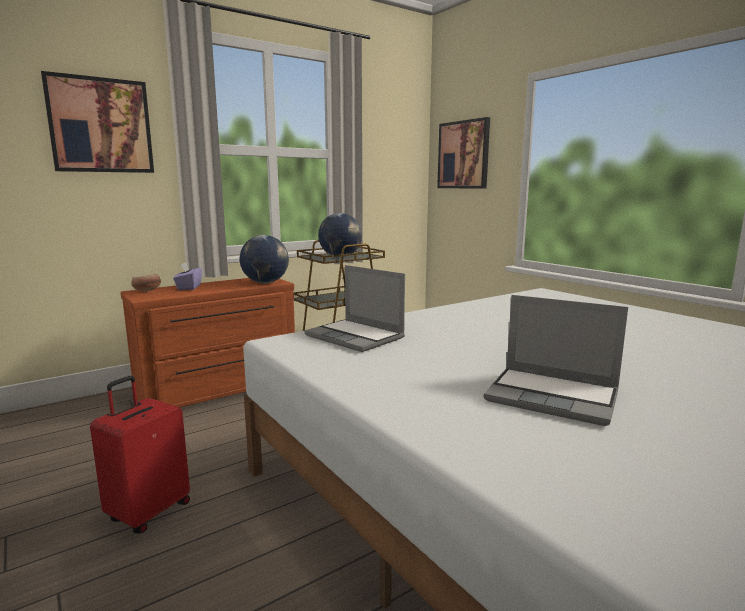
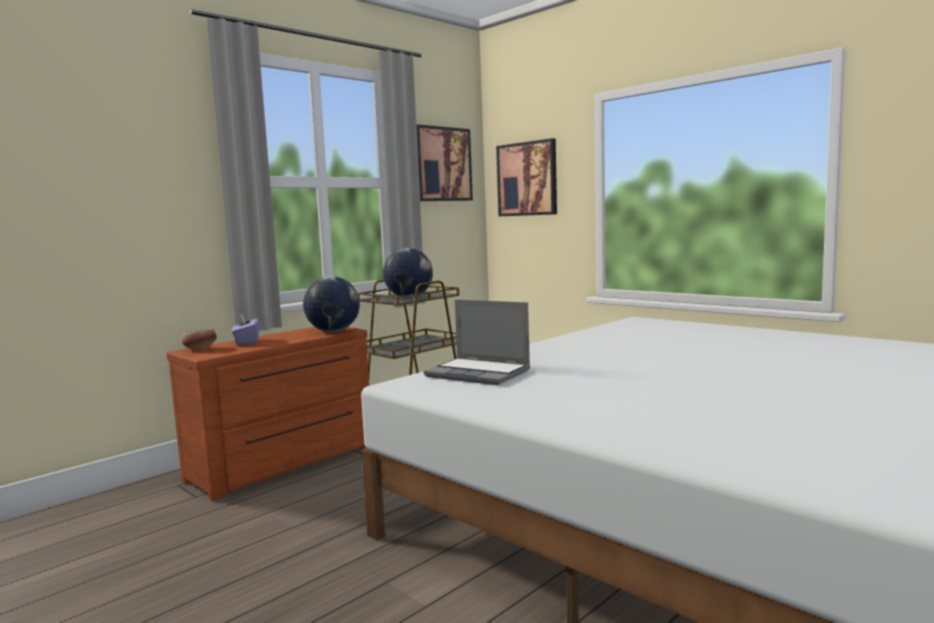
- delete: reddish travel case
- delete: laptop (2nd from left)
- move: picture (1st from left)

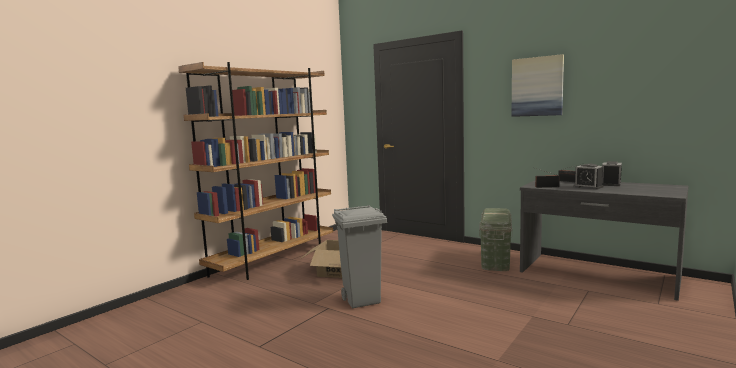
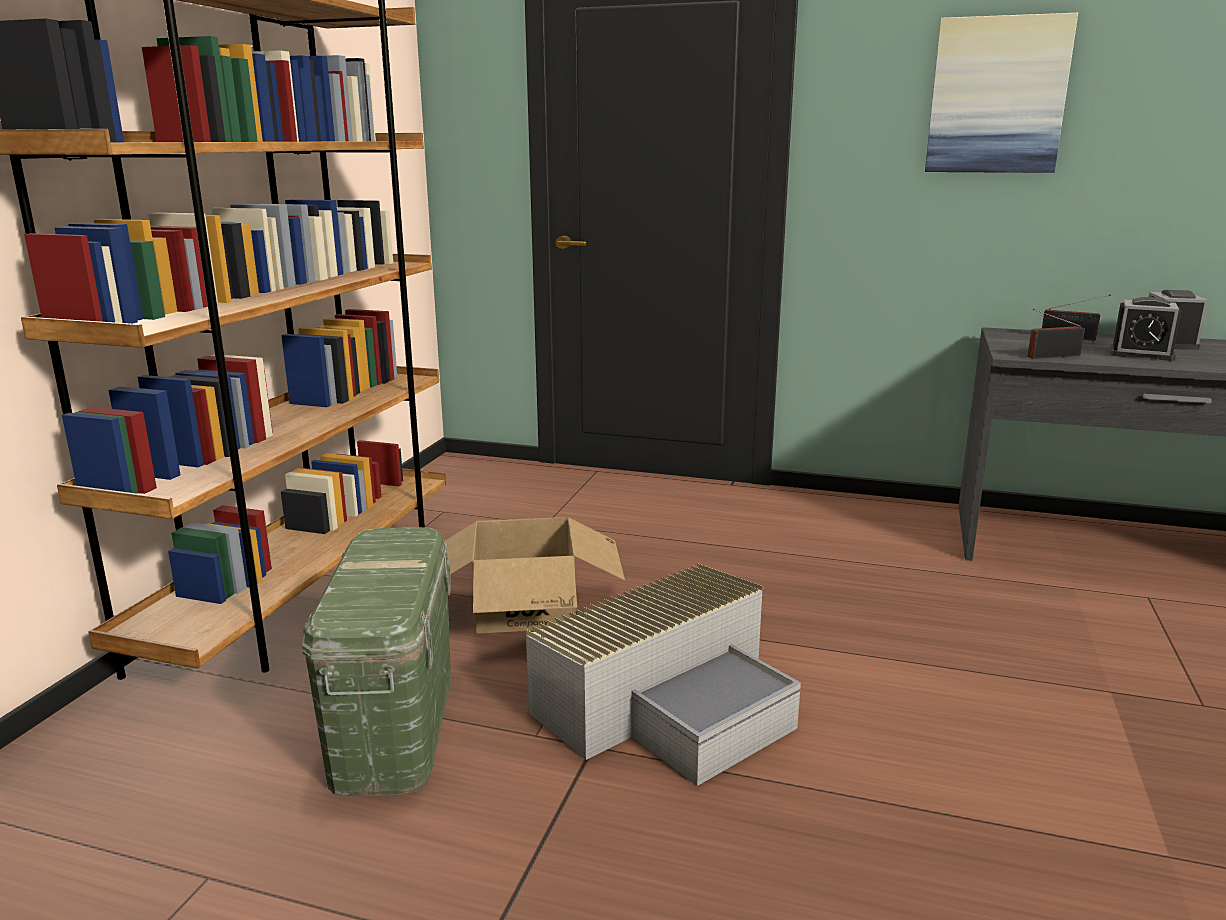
- move: greenish storage bin
- replace: greyish rubbish bin to greyish storage bin

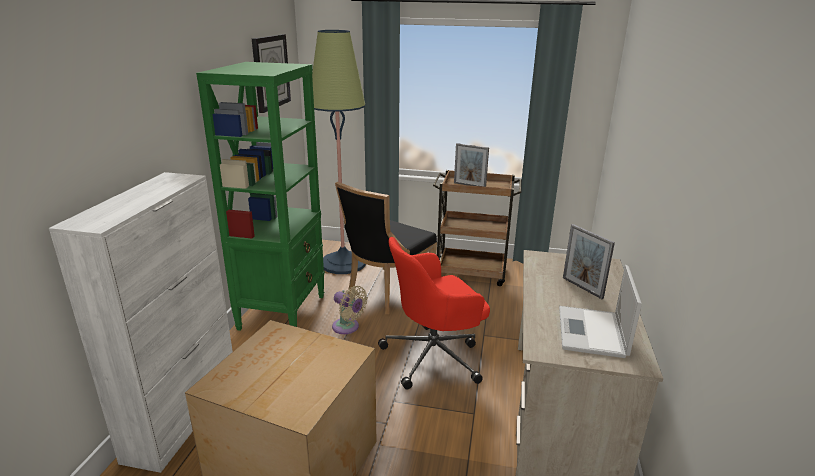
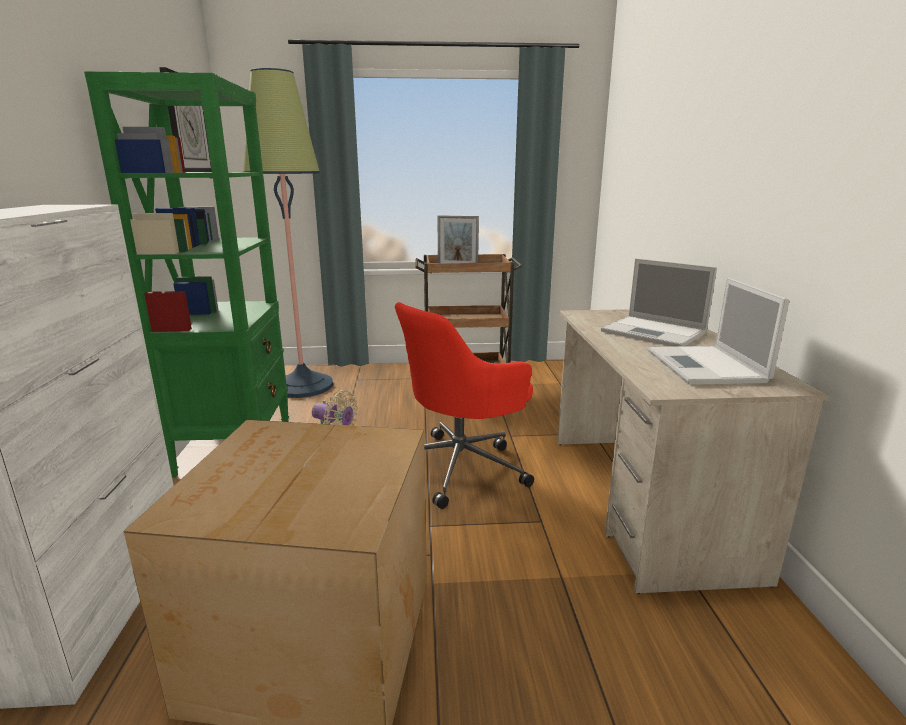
- delete: black-coloured upright chair
- replace: photo frame (2nd from left) to laptop (1st from left)

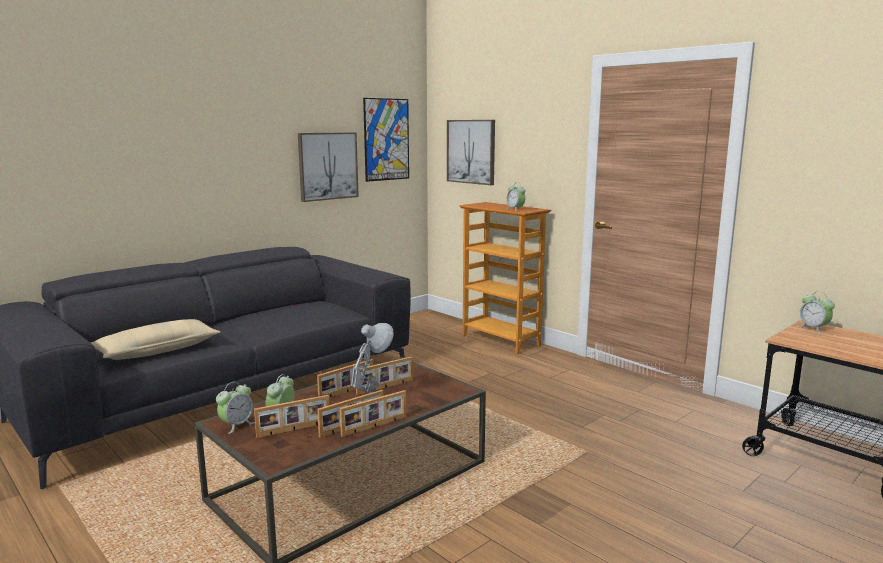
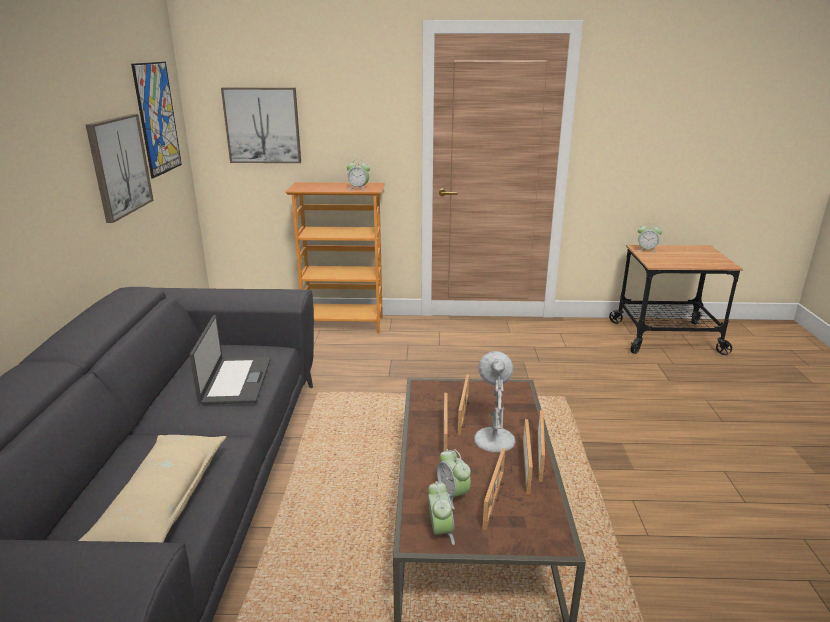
- insert: laptop

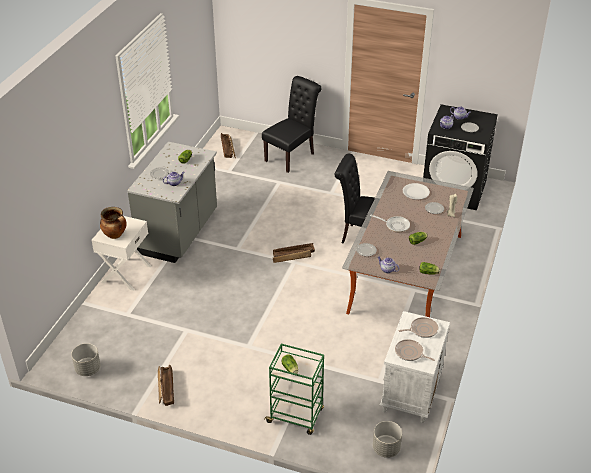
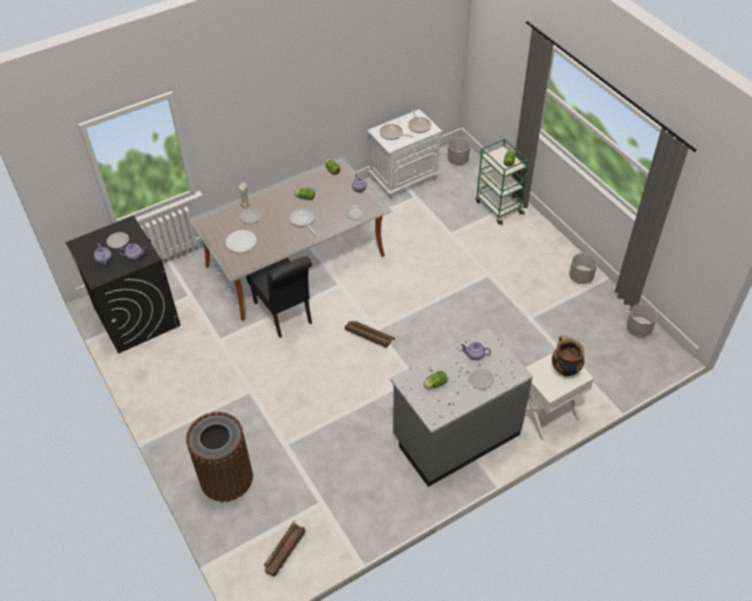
- replace: crate (1st from left) to greyish flower pot (2nd from left)
- replace: black-coloured upright chair (1st from left) to brown rubbish bin

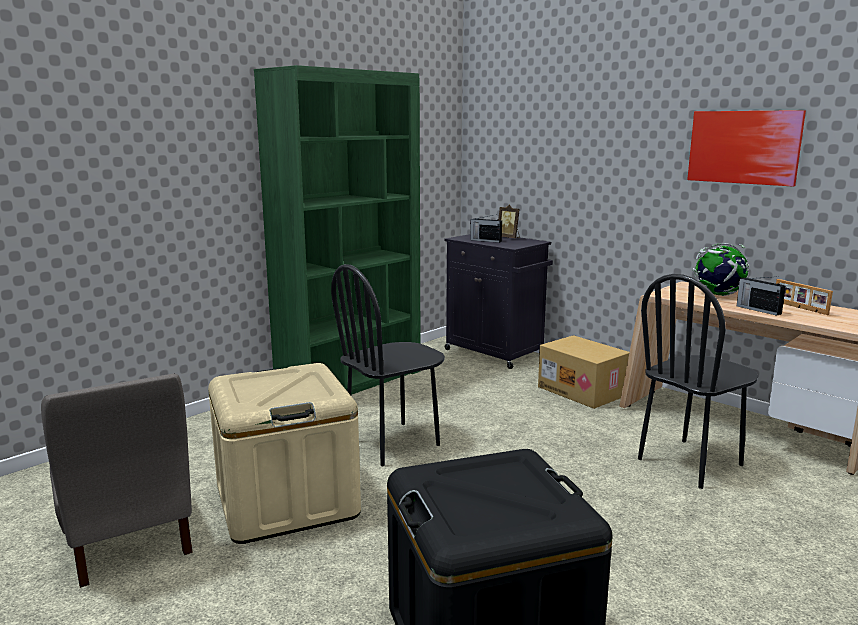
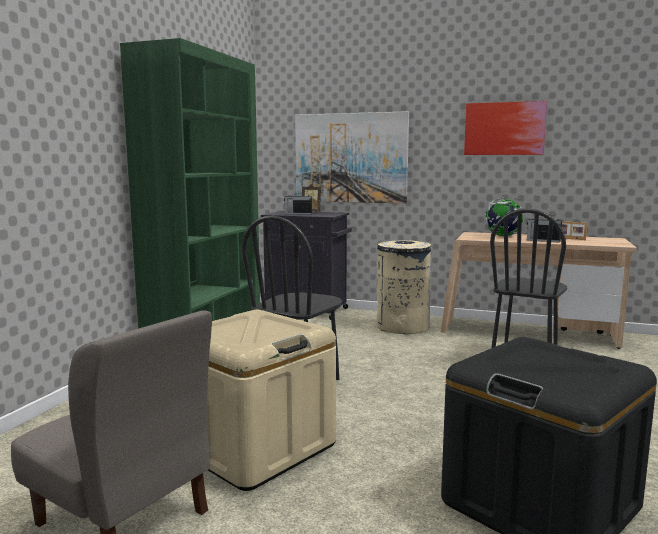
- insert: picture (1st from left)
- replace: cardboard box to beige rubbish bin

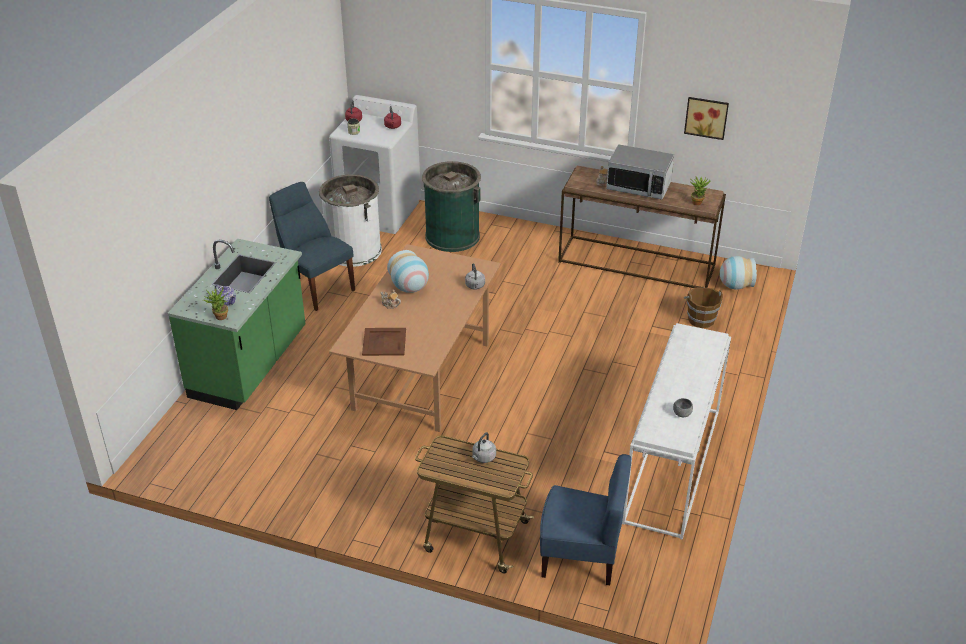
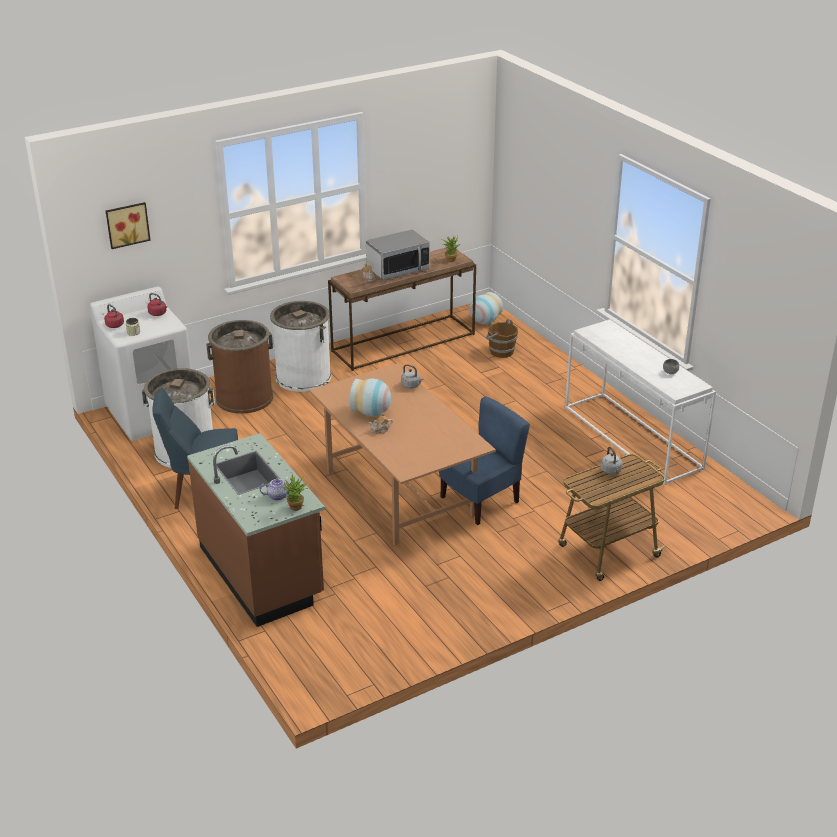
- delete: brown serving tray
- insert: white-coloured rubbish bin (2nd from left)
- move: bluish upright chair (2nd from left)
- move: picture
- recolor: greenish kitchen base unit to brown kitchen base unit
- recolor: greenish rubbish bin to brown rubbish bin

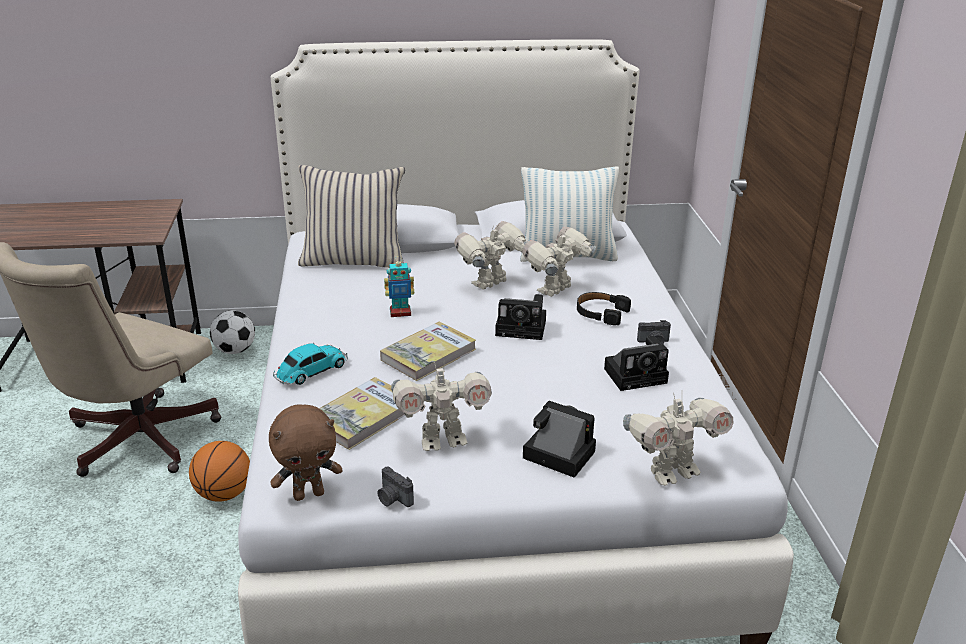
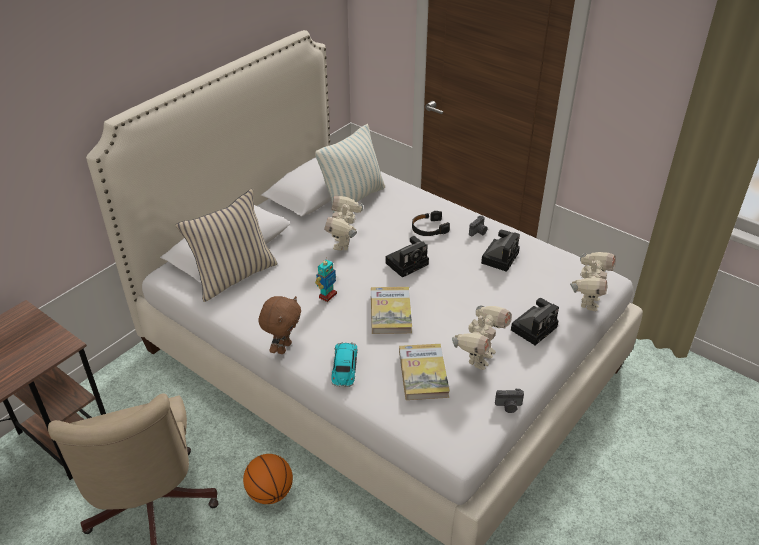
- delete: football
- delete: model robot (4th from left)
- move: brown plush toy
- rotate: photo camera (3rd from left in the first image) 150 degrees clockwise

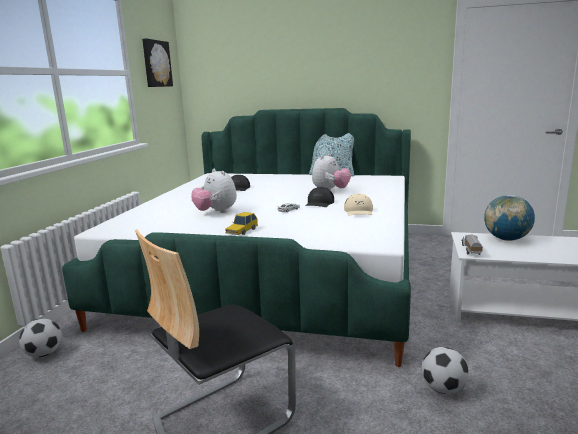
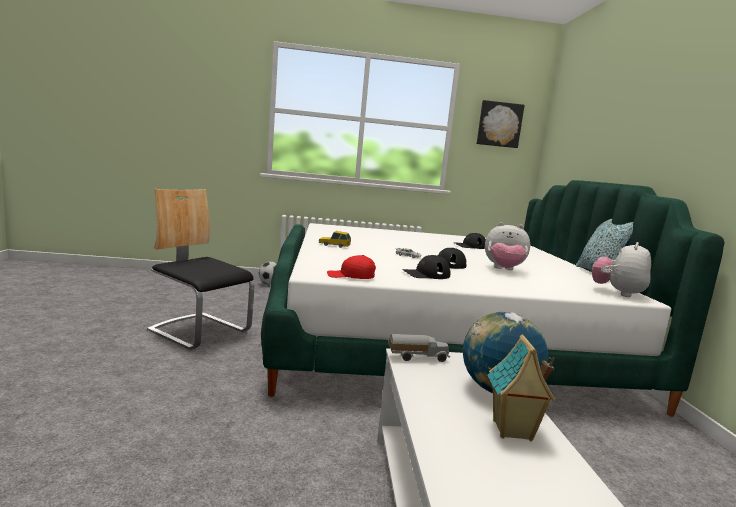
- delete: football (2nd from left)
- insert: reddish cap
- insert: model house
- move: plush toy (1st from left in the first image) to plush toy (2nd from left)
- recolor: beige cap to black-coloured cap (1st from left)

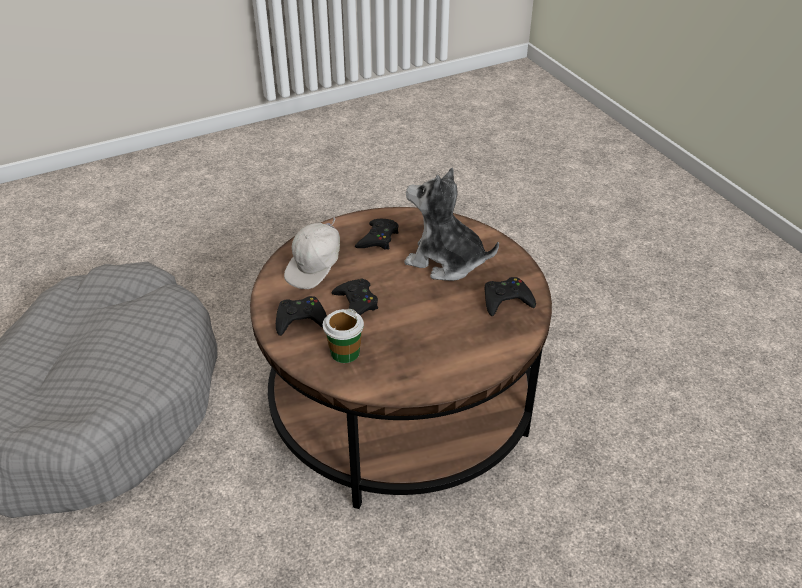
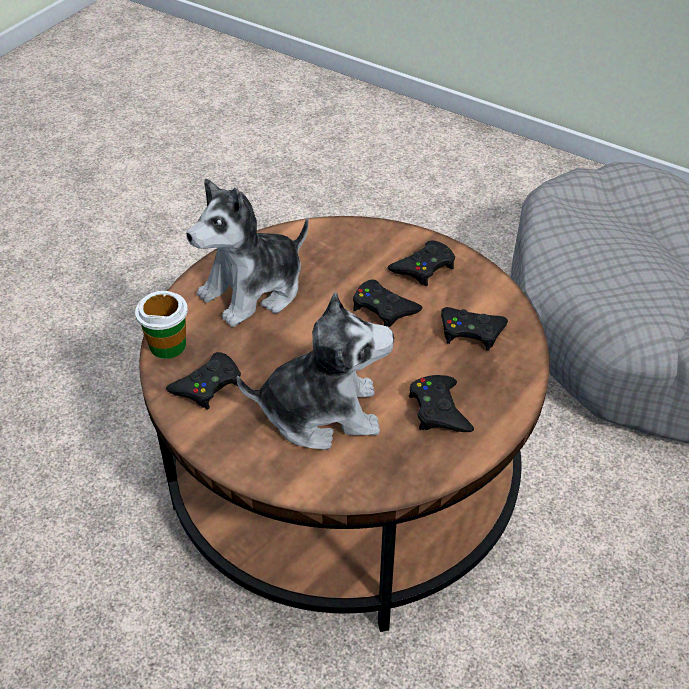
- insert: plush toy (1st from left)
- move: small cup
- replace: white-coloured cap to black-coloured game controller (5th from left)

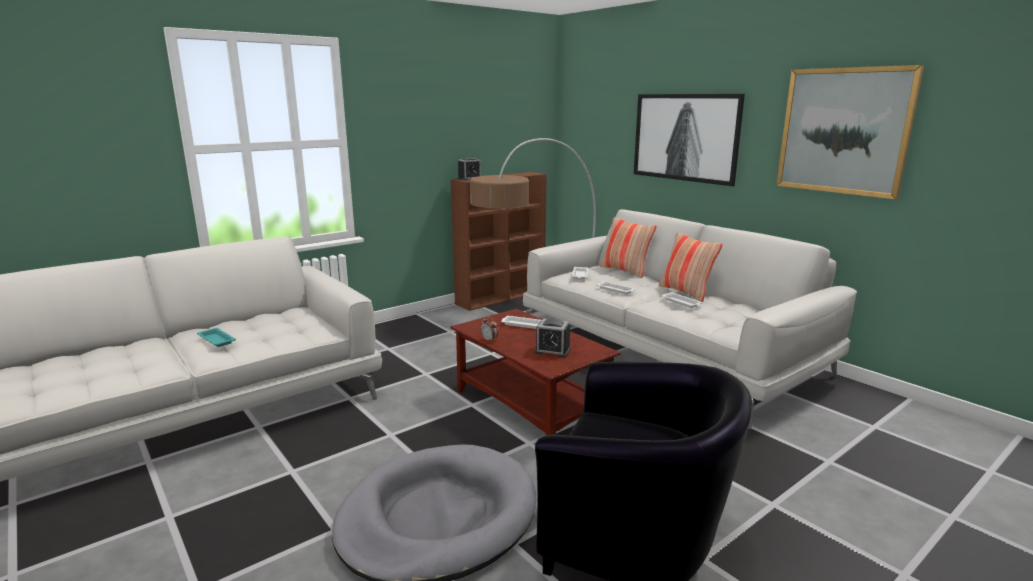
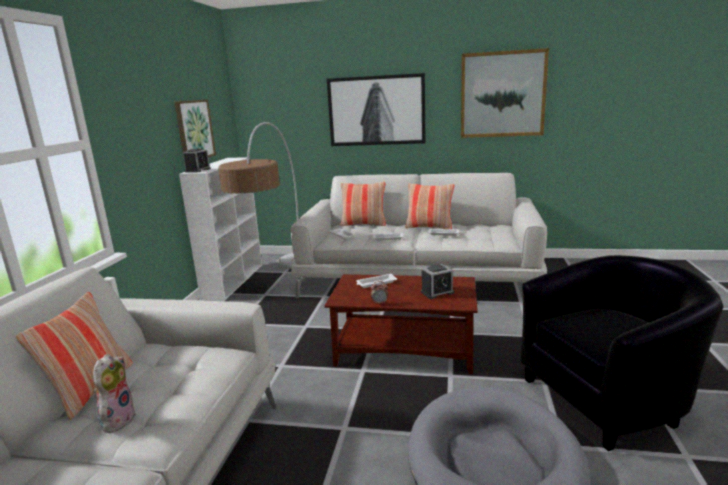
- insert: throw pillow (1st from left)
- insert: picture (1st from left)
- replace: turquoise-coloured serving tray to plush toy
- recolor: brown shelving unit to white-coloured shelving unit

